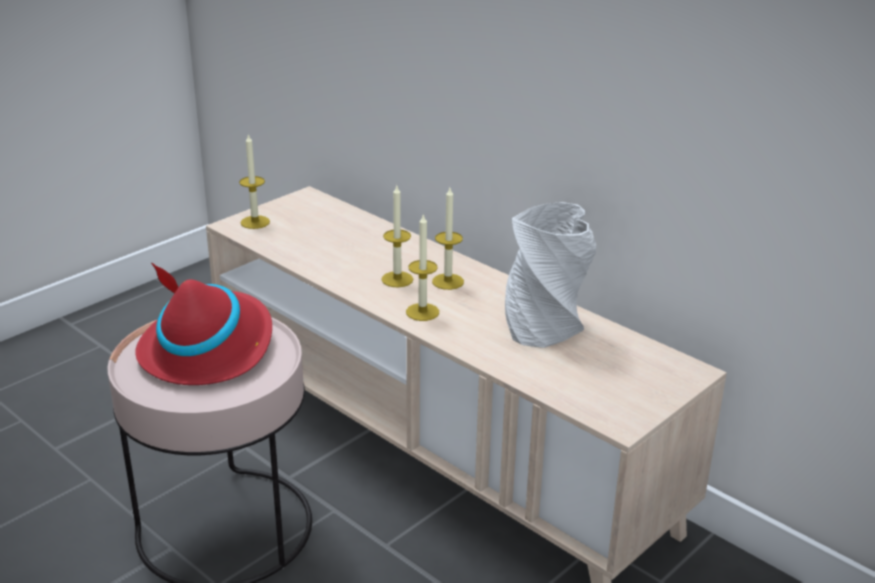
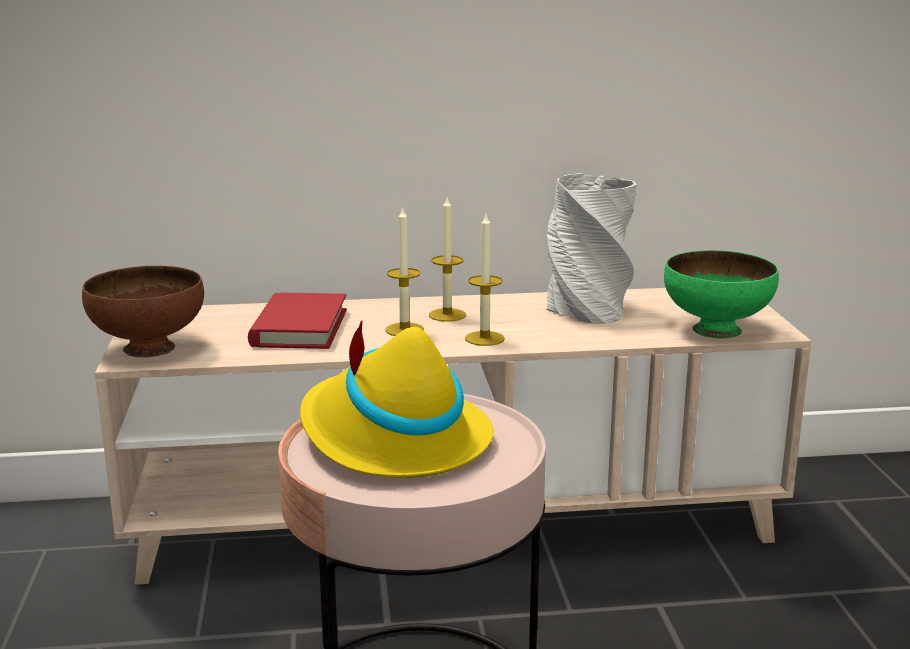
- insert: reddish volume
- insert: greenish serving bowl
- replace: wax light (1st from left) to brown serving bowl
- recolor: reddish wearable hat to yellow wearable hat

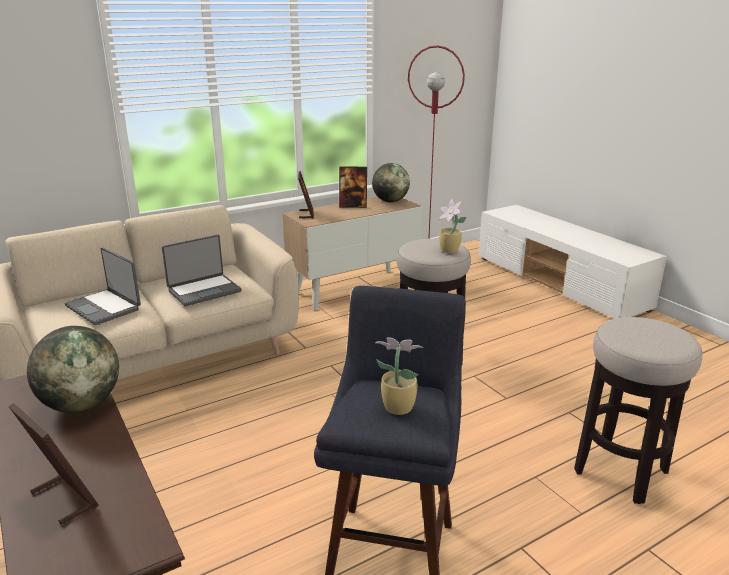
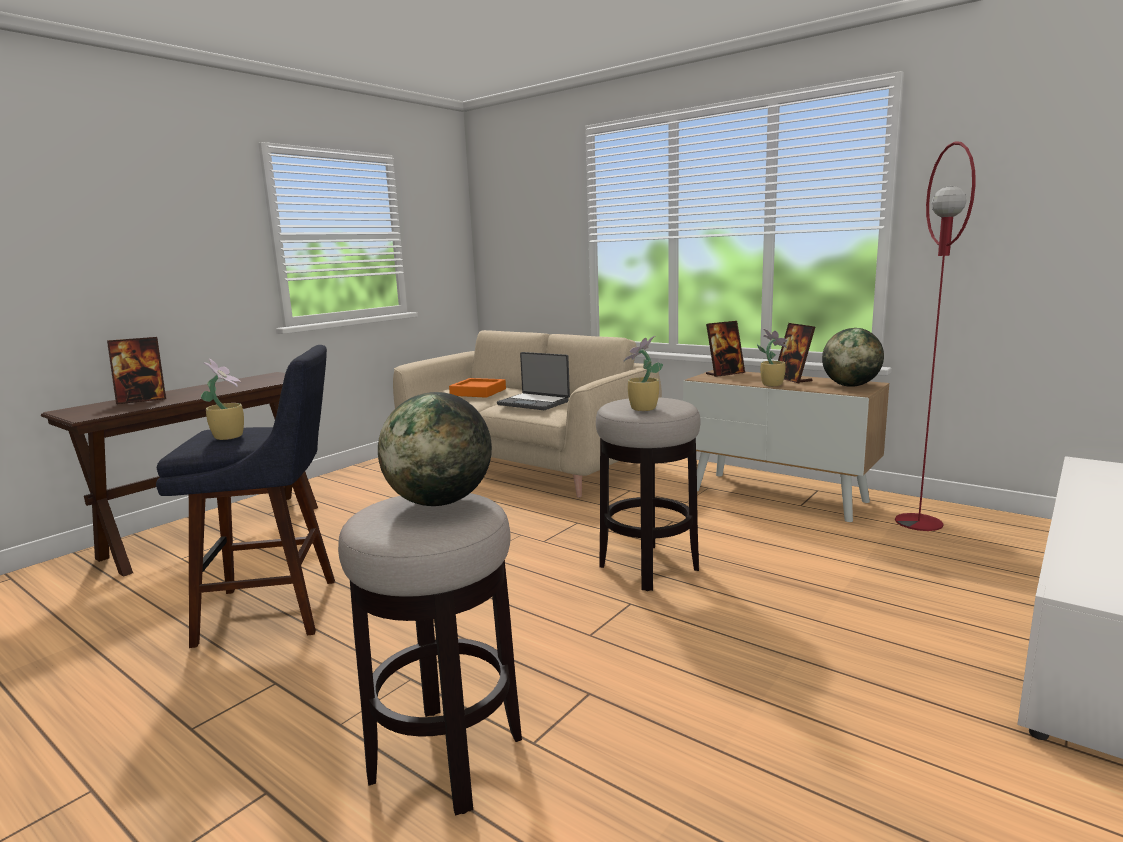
- insert: potted plant (3rd from left)
- move: desk globe (1st from left)
- replace: laptop (1st from left) to orangey serving tray
- rotate: photo frame (1st from left) 45 degrees clockwise

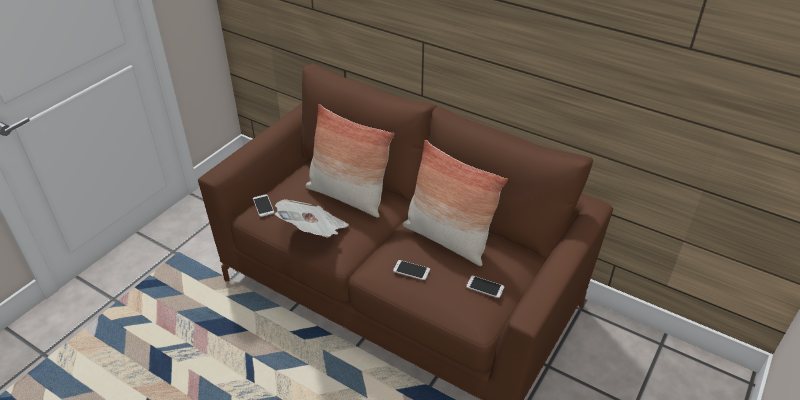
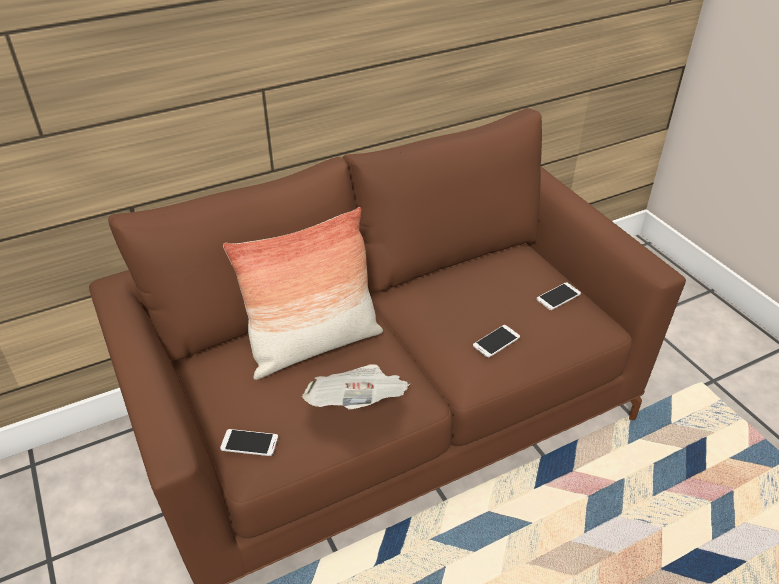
- delete: throw pillow (2nd from left)

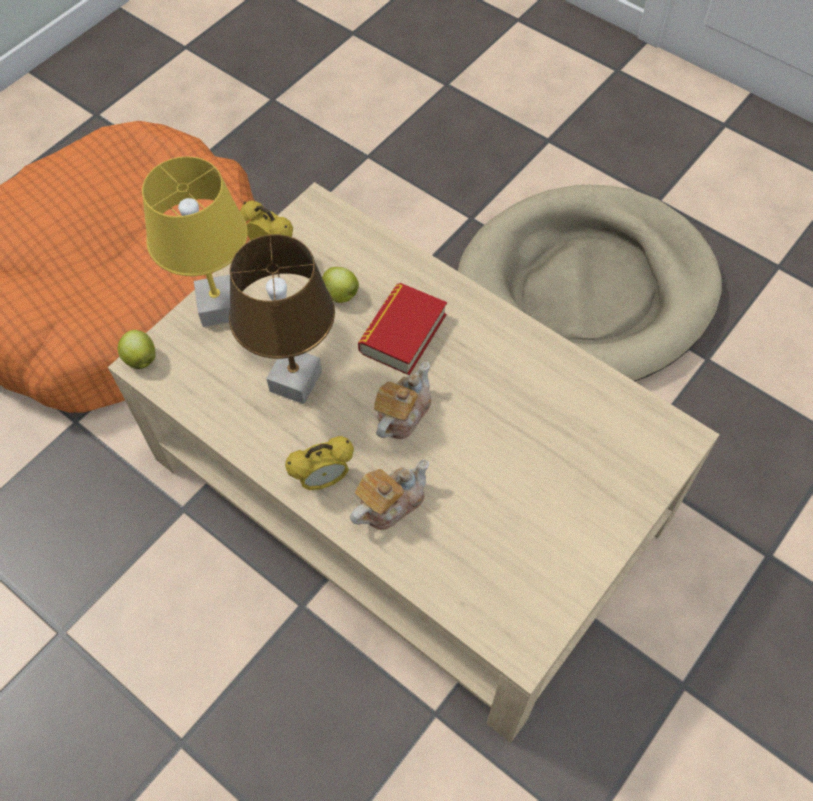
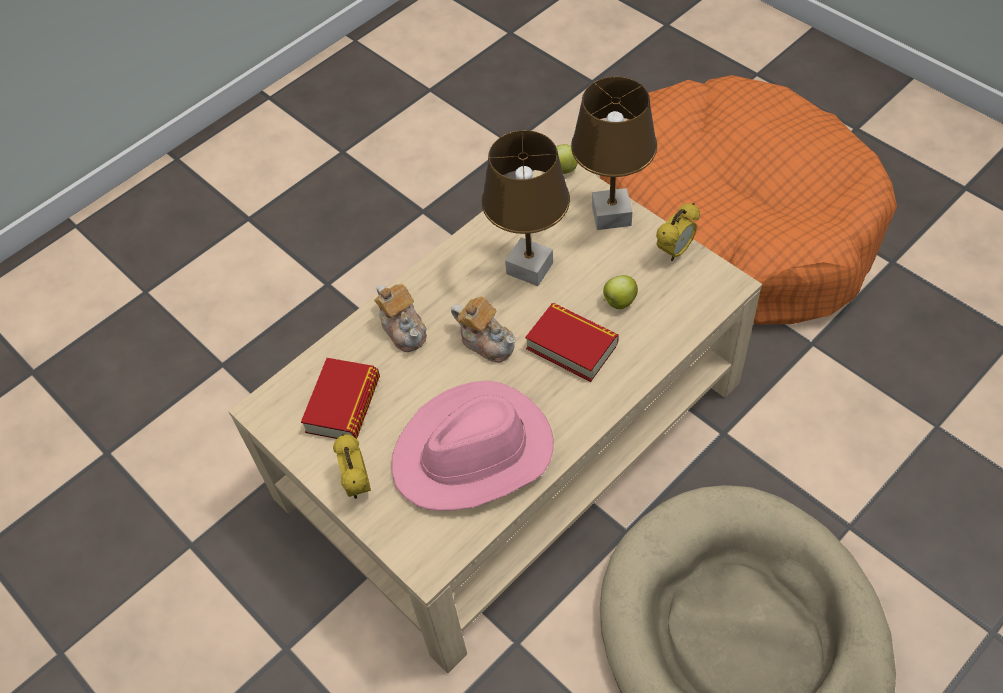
- insert: volume (1st from left)
- insert: pink-coloured wearable hat
- move: table clock (2nd from left in the first image) to table clock (1st from left)
- recolor: yellow lamp for a table to brown lamp for a table (2nd from left)

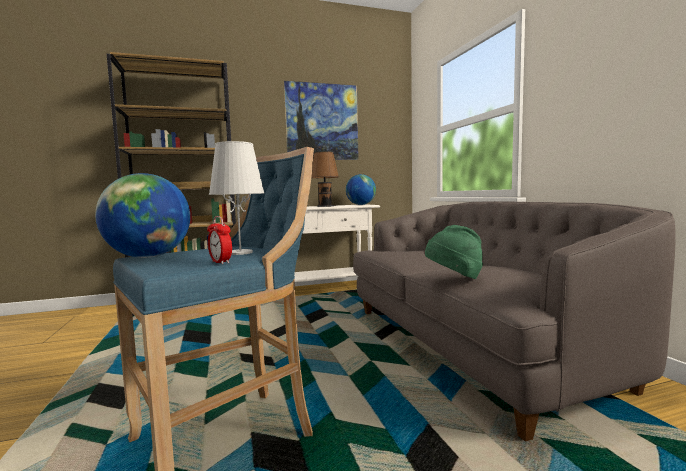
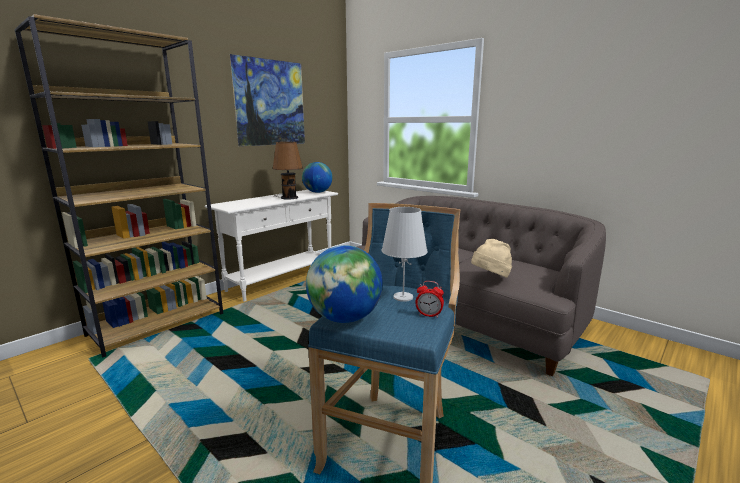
- recolor: greenish wearable hat to beige wearable hat

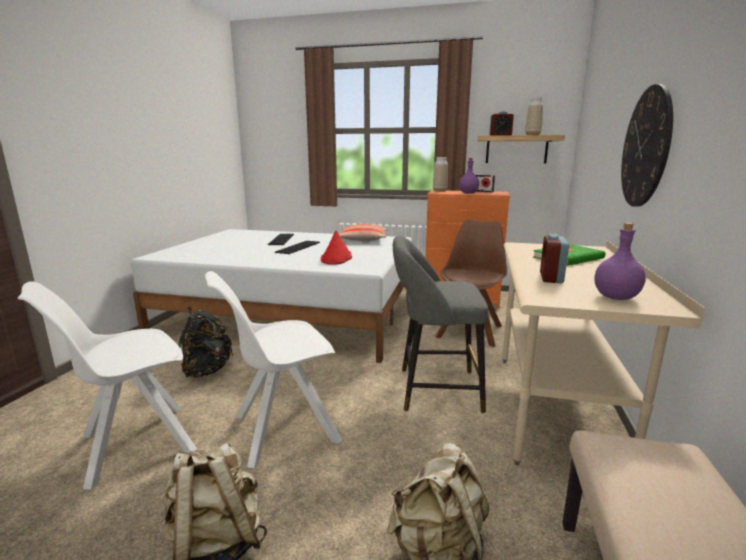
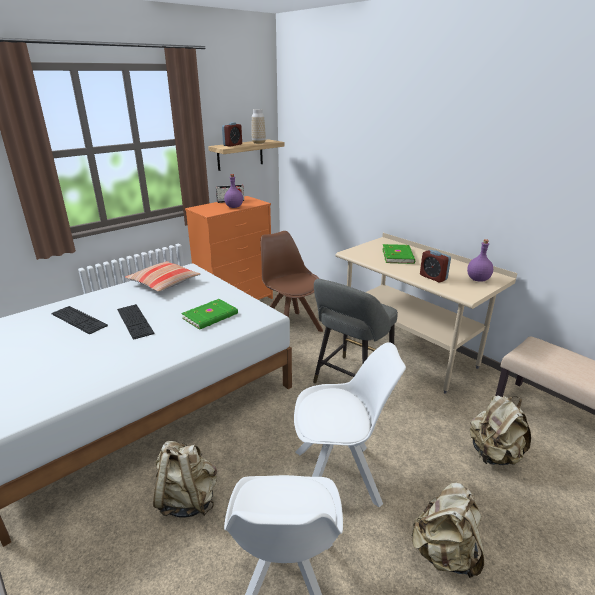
- delete: vase (1st from left)
- delete: hanging clock
- replace: reddish wearable hat to greenish volume (1st from left)
- recolor: black-coloured backpack to beige backpack (1st from left)
- rotate: white-coloured upright chair (2nd from left) 105 degrees counterclockwise

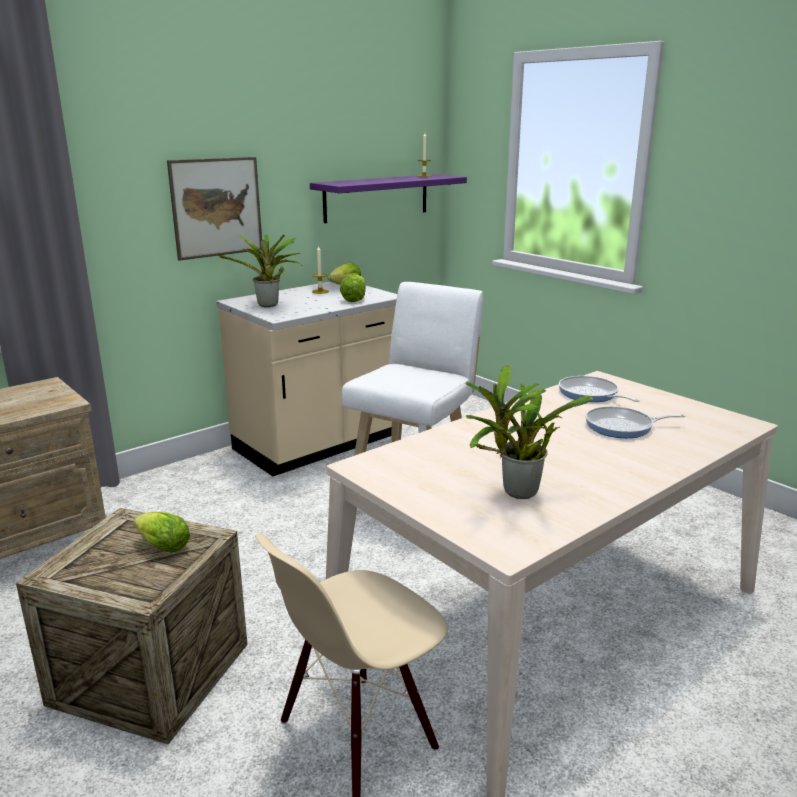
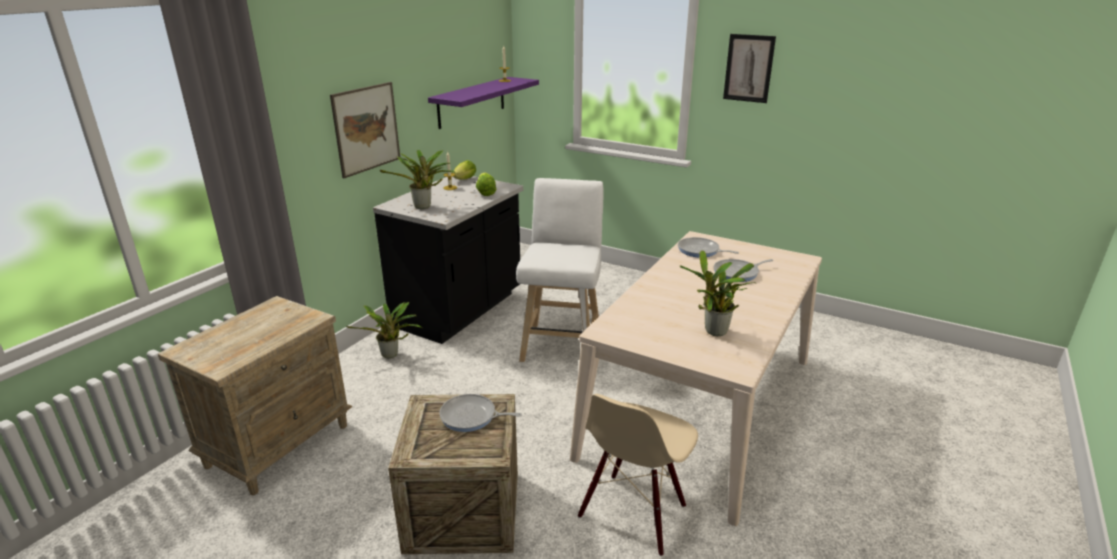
- insert: potted plant (1st from left)
- insert: picture (2nd from left)
- replace: head of lettuce (1st from left) to pan (1st from left)
- recolor: beige kitchen base unit to black-coloured kitchen base unit

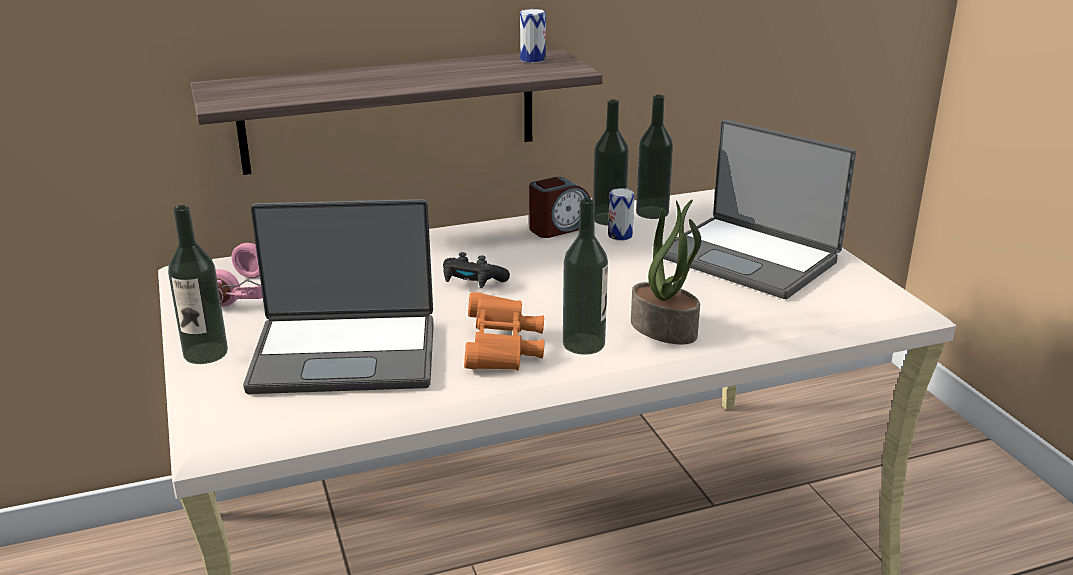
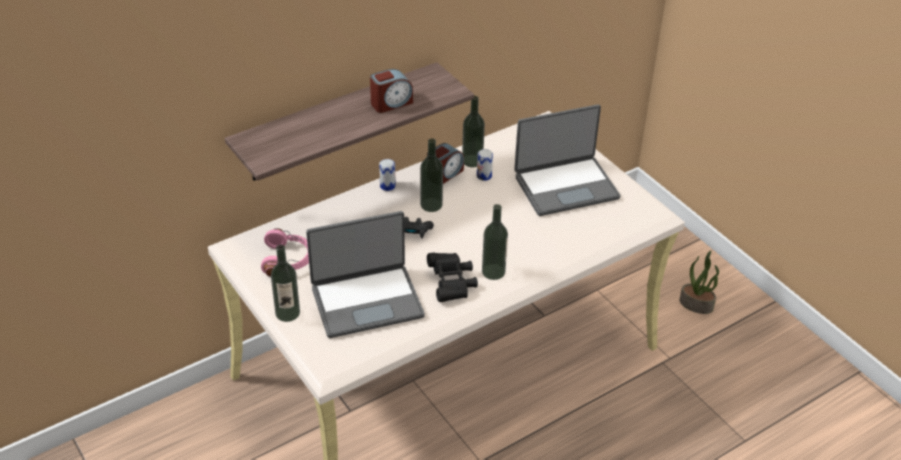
- insert: table clock (1st from left)
- move: metal can (1st from left)
- move: potted plant
- move: beverage bottle (4th from left in the first image) to beverage bottle (2nd from left)
- recolor: orangey pair of binoculars to black-coloured pair of binoculars
- rotate: laptop (2nd from left) 45 degrees counterclockwise

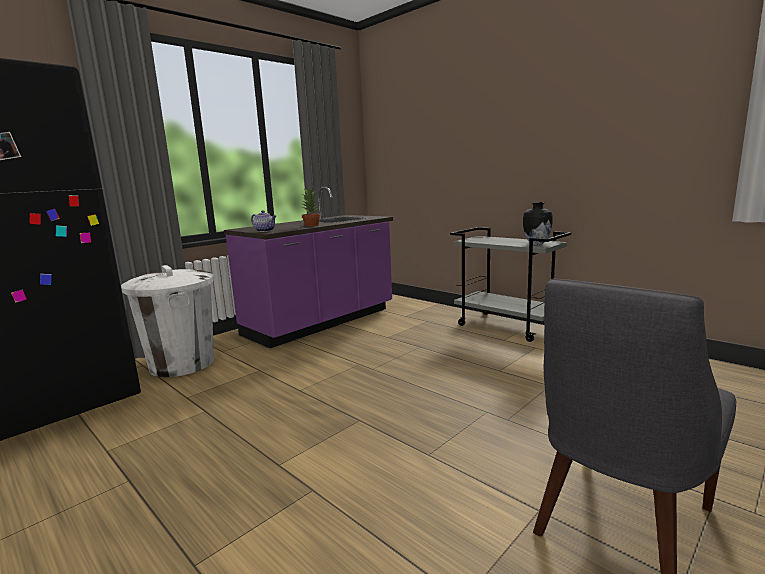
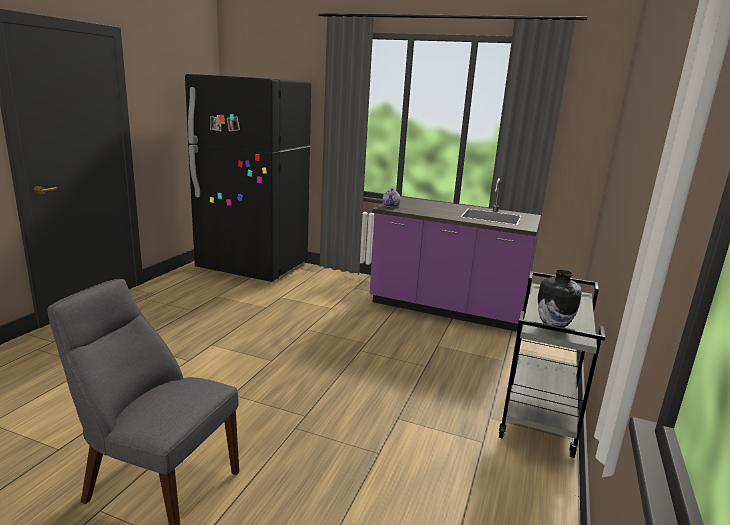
- delete: white-coloured rubbish bin
- delete: potted plant

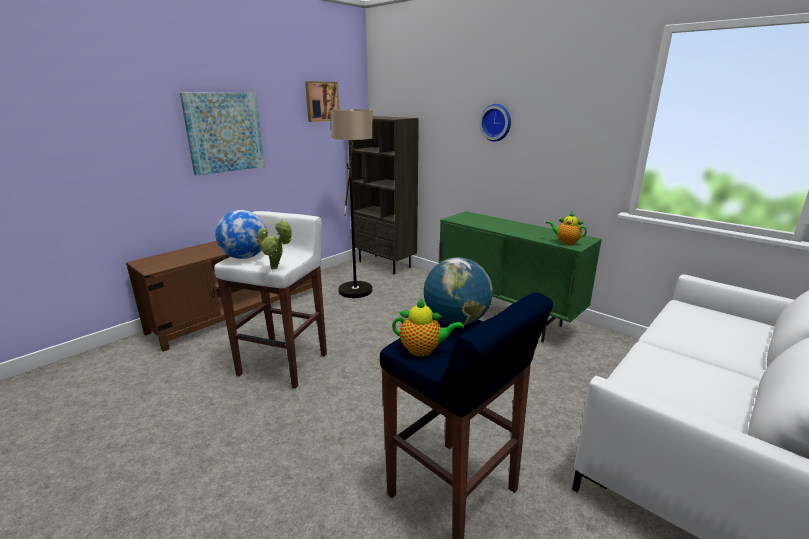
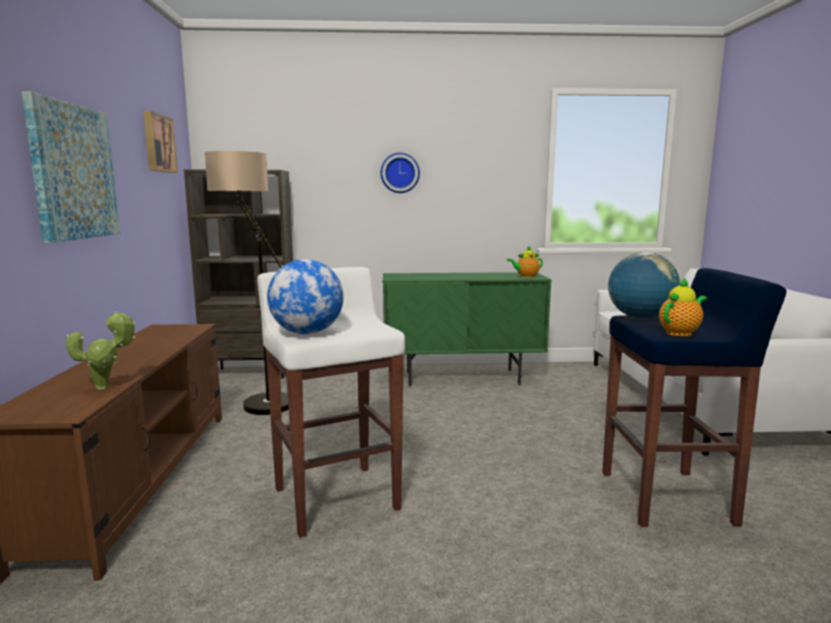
- move: potted plant

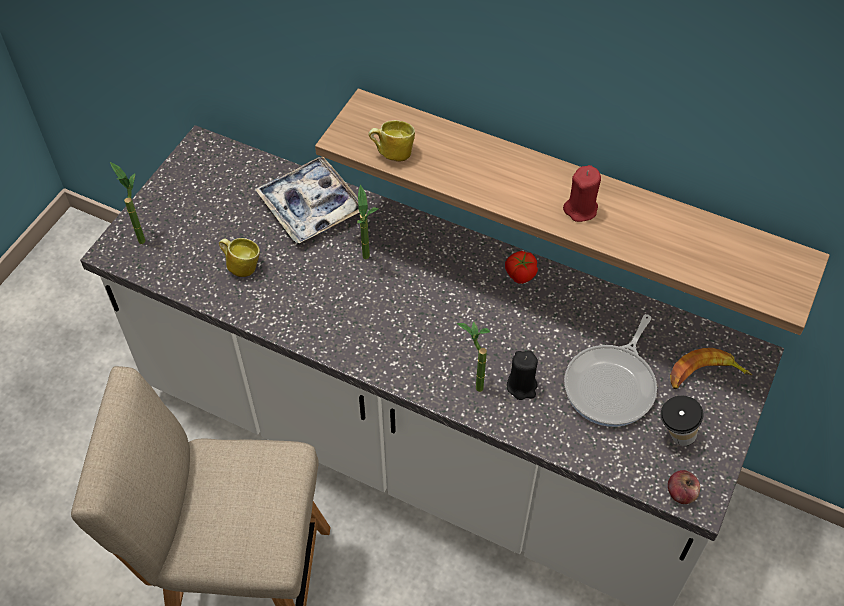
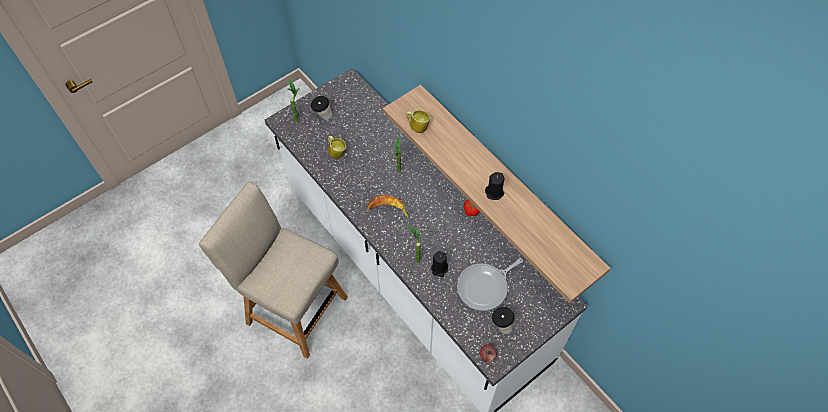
- delete: serving tray
- insert: small cup (1st from left)
- move: banana
- recolor: reddish wax light to black-coloured wax light (2nd from left)

